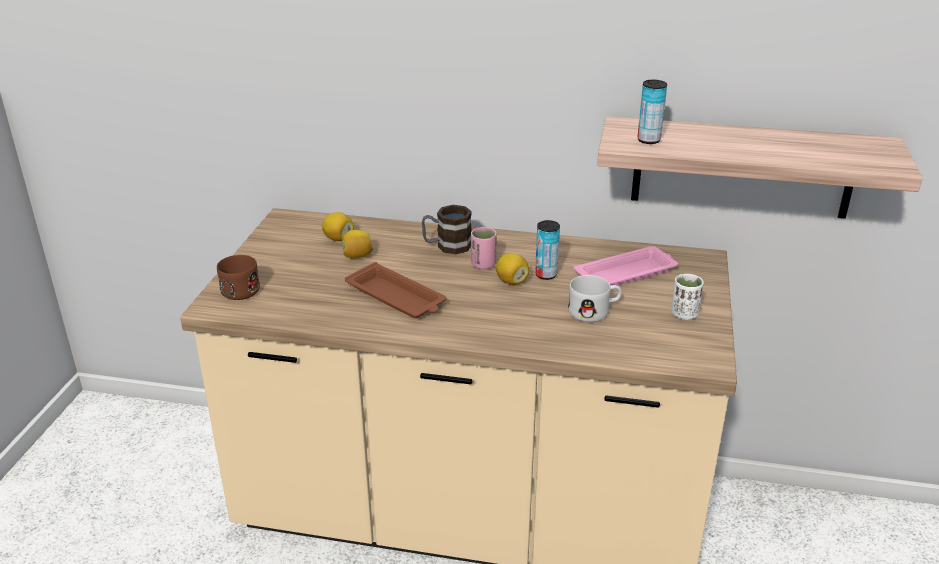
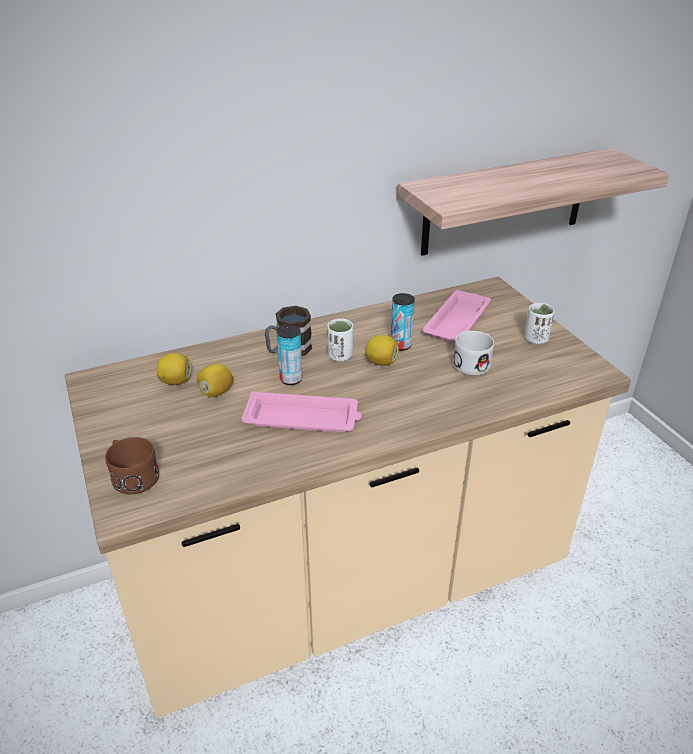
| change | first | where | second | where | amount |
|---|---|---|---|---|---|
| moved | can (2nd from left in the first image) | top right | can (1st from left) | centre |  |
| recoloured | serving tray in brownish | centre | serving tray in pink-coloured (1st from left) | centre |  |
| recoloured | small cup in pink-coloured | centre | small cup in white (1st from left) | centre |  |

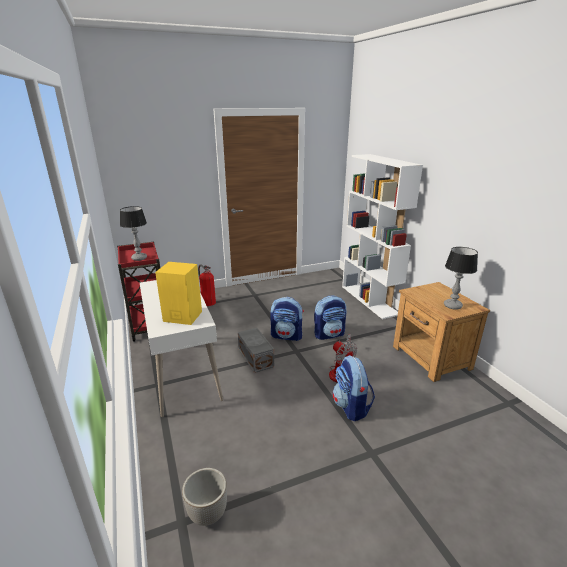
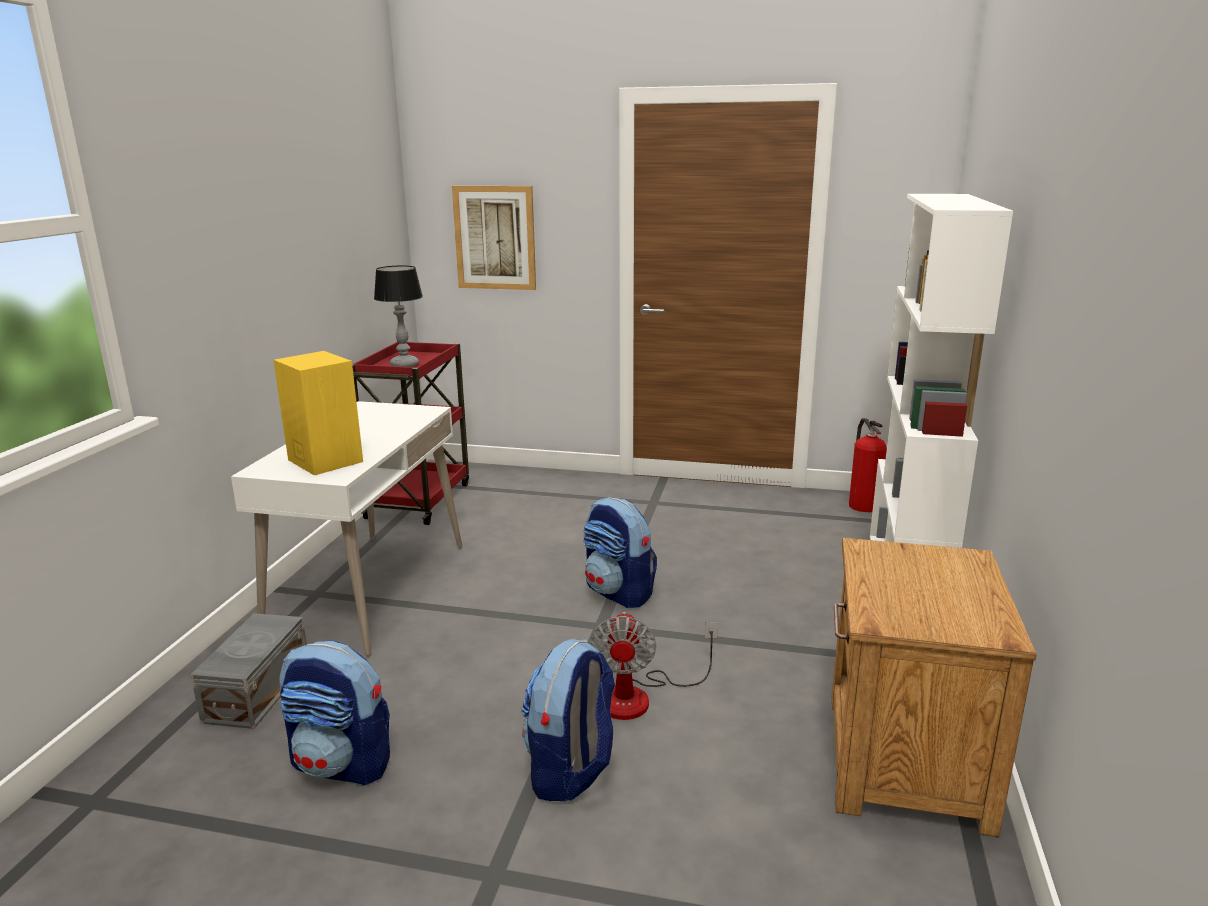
| change | first | where | second | where | amount |
|---|---|---|---|---|---|
| removed | plant pot | bottom centre |  |  |  |
| removed | lamp for a table (2nd from left) | middle right |  |  |  |
| added |  |  | wall art | top centre |  |
| moved | extinguisher | centre |  | middle right |  |
| moved | storage container in greyish | centre |  | bottom left |  |
| moved | rucksack (2nd from left in the first image) | centre | rucksack (1st from left) | bottom left |  |

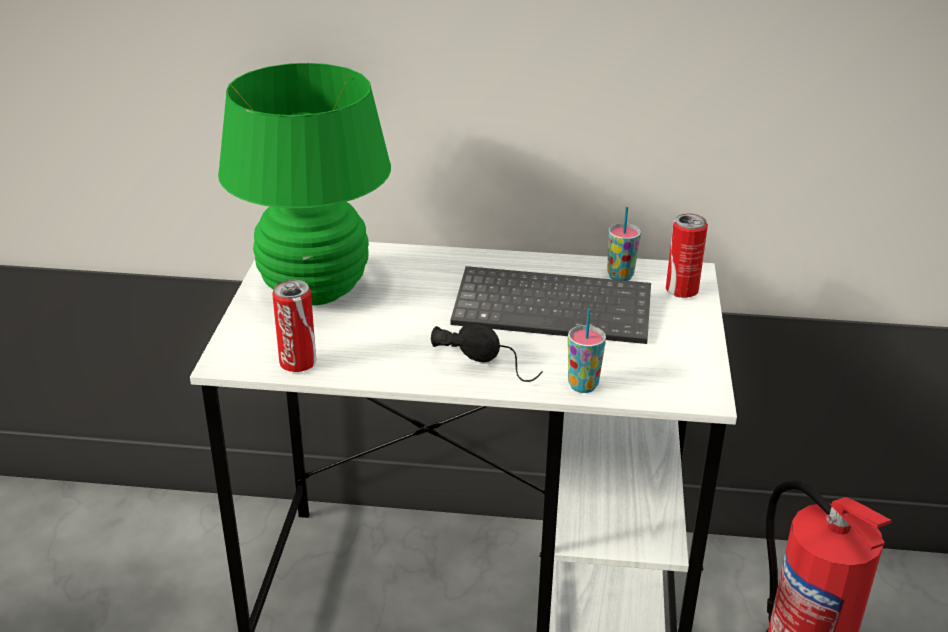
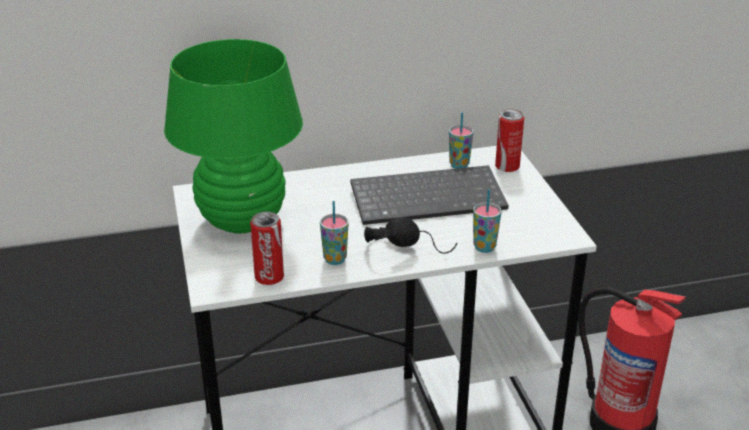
| change | first | where | second | where | amount |
|---|---|---|---|---|---|
| added |  |  | small cup (1st from left) | centre |  |

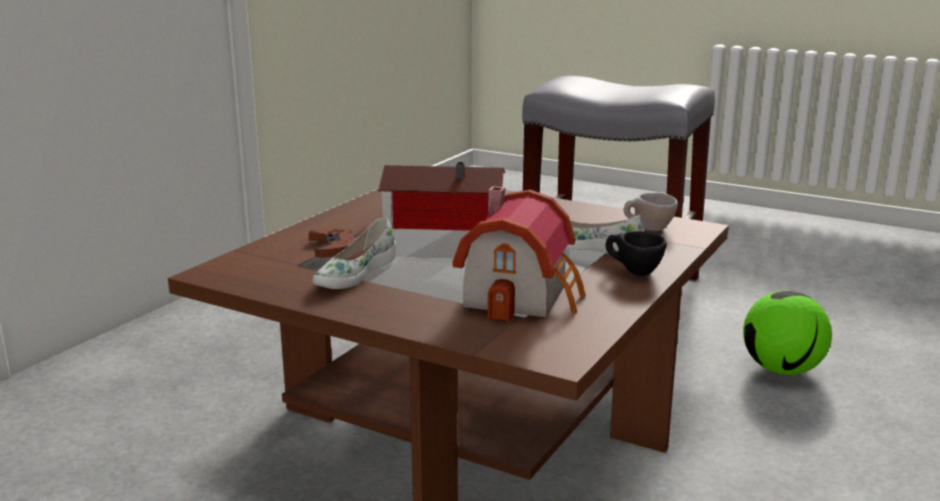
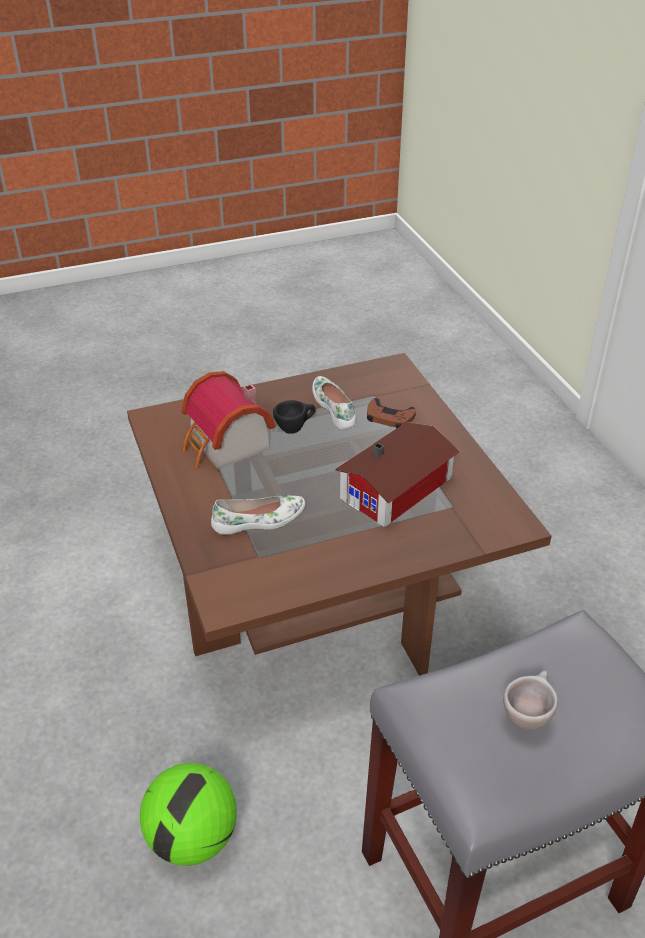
| change | first | where | second | where | amount |
|---|---|---|---|---|---|
| moved | small cup in blackish | middle right |  | centre |  |
| moved | small cup in beige | middle right |  | bottom right |  |

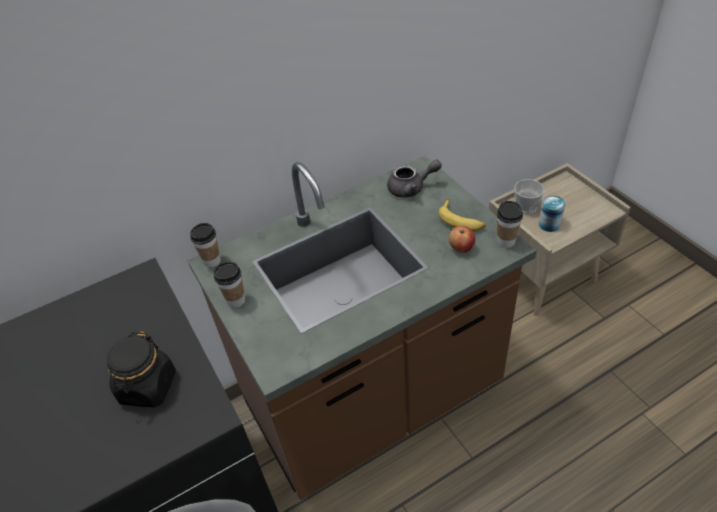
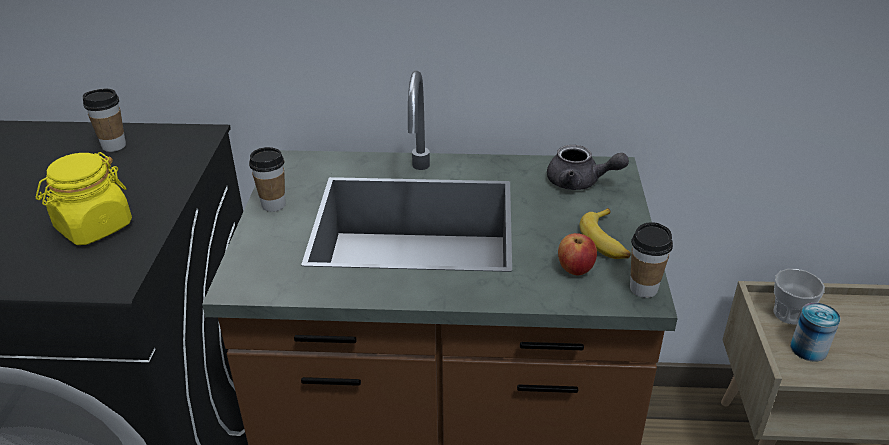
| change | first | where | second | where | amount |
|---|---|---|---|---|---|
| moved | small cup (1st from left) | middle left |  | top left |  |
| recoloured | jar in blackish | bottom left | jar in yellowish | middle left |  |

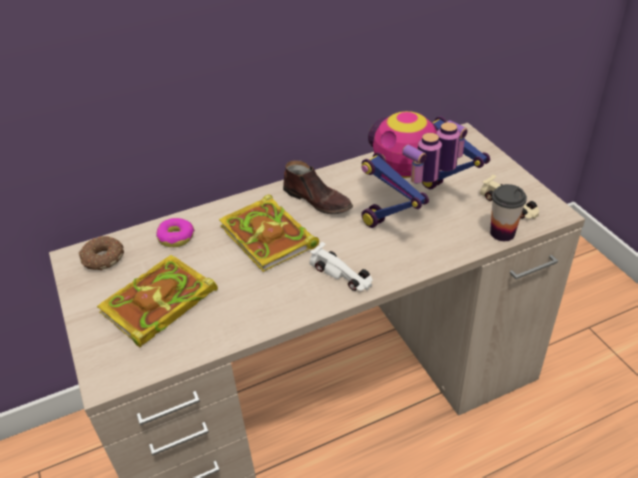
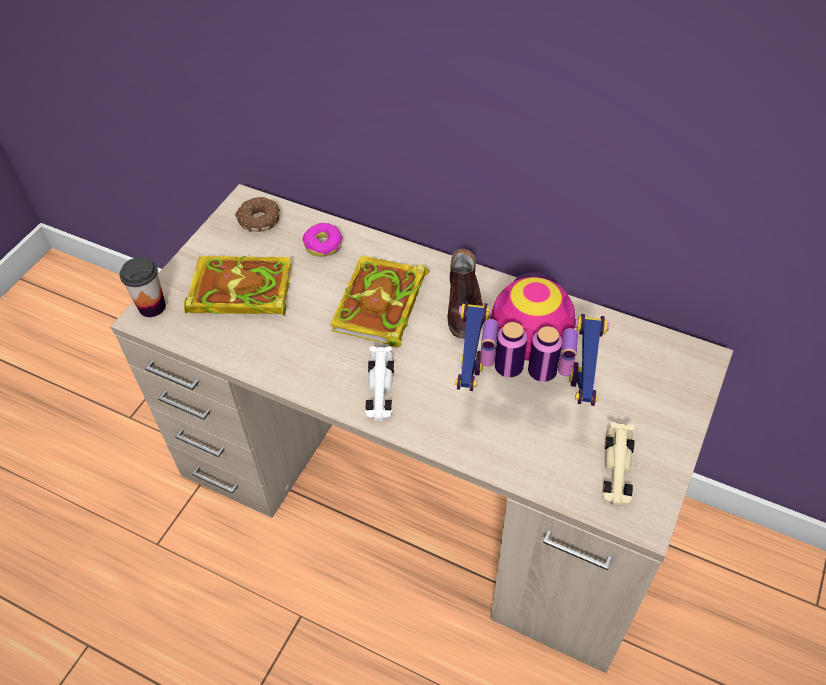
| change | first | where | second | where | amount |
|---|---|---|---|---|---|
| moved | small cup | middle right |  | middle left |  |

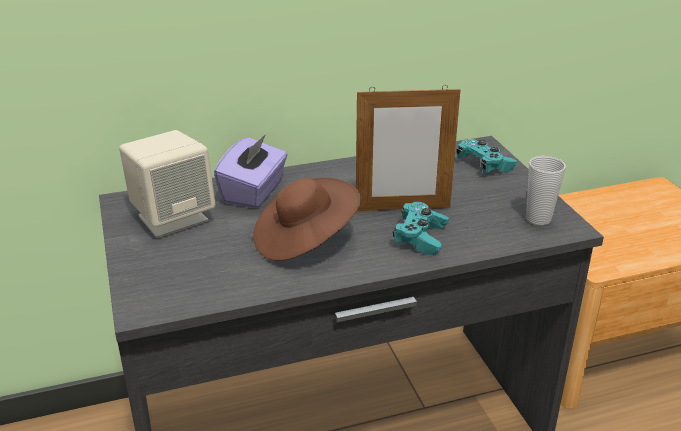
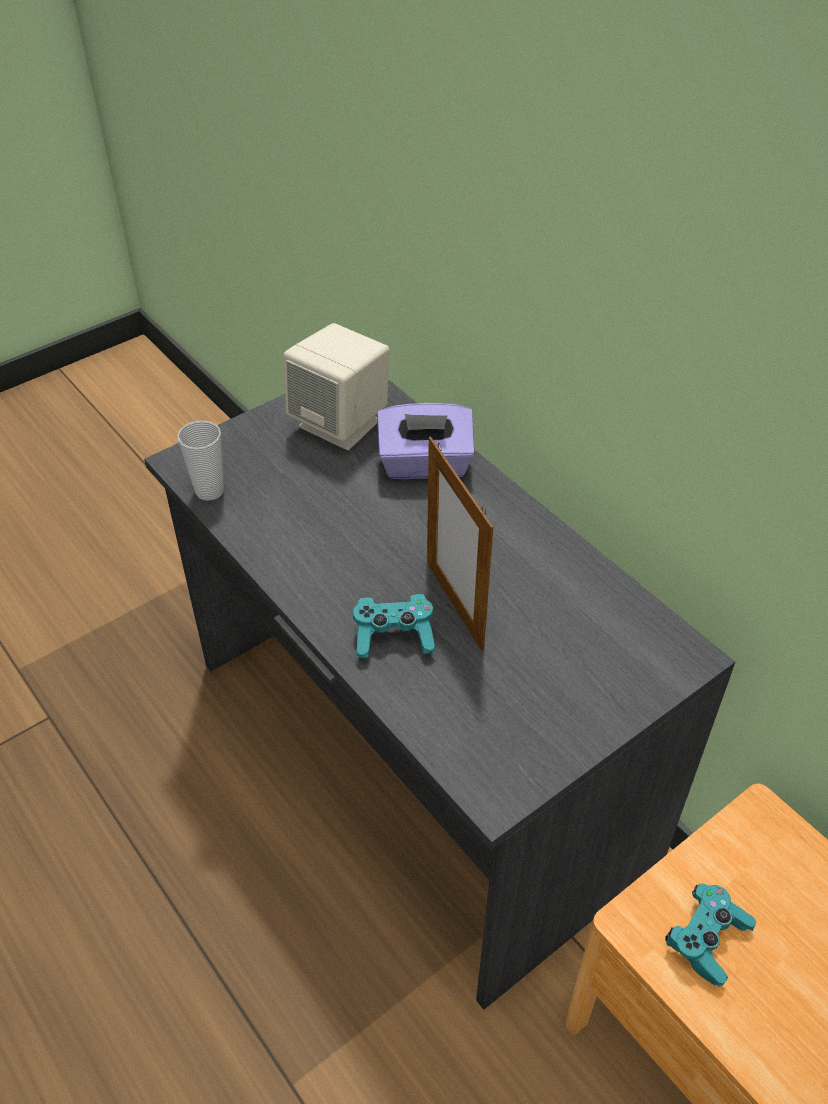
| change | first | where | second | where | amount |
|---|---|---|---|---|---|
| removed | clothing hat in brownish | centre |  |  |  |
| moved | gamepad in blue-green (2nd from left) | middle right |  | bottom right |  |
| moved | small cup | middle right |  | middle left |  |

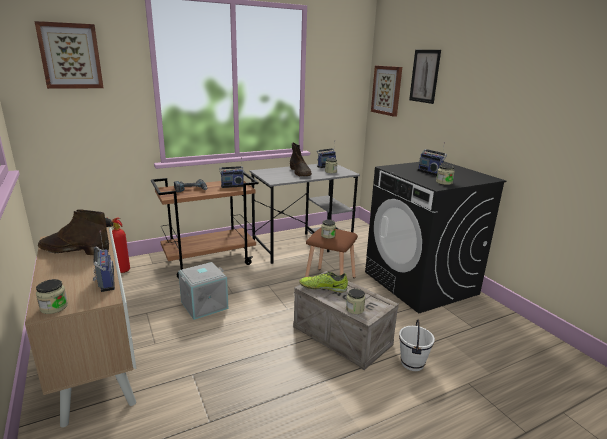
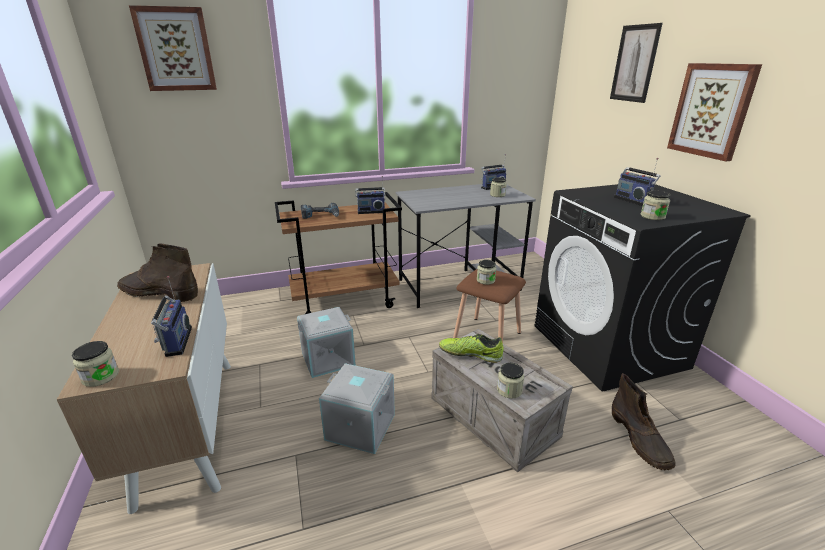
| change | first | where | second | where | amount |
|---|---|---|---|---|---|
| removed | extinguisher | middle left |  |  |  |
| removed | bucket in white | bottom right |  |  |  |
| added |  |  | storage container in greyish (2nd from left) | bottom centre |  |
| moved | tall boot in brownish (2nd from left) | centre |  | bottom right |  |
| moved | wall art (2nd from left in the first image) | top centre | wall art (3rd from left) | top right |  |

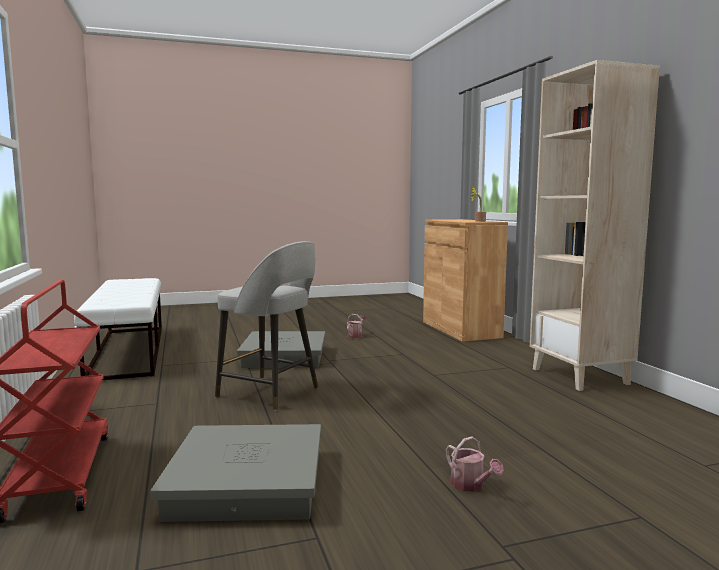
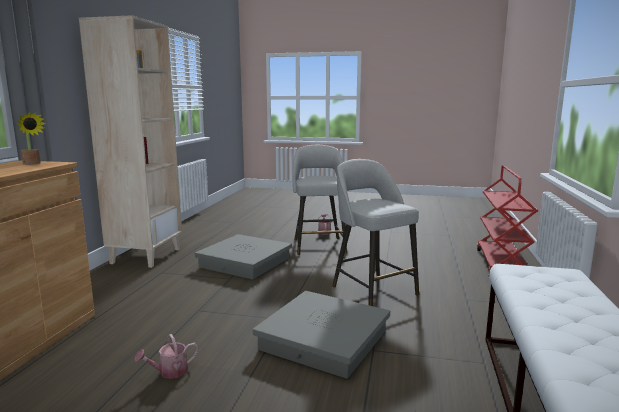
| change | first | where | second | where | amount |
|---|---|---|---|---|---|
| added |  |  | sitting stool in greyish (1st from left) | centre |  |
| moved | storage container in greyish (1st from left) | bottom left |  | centre |  |

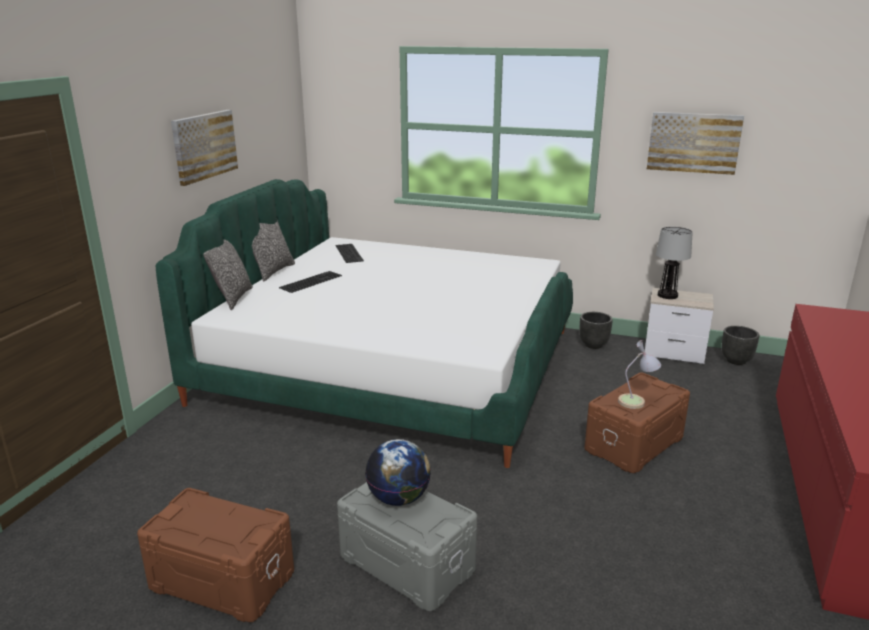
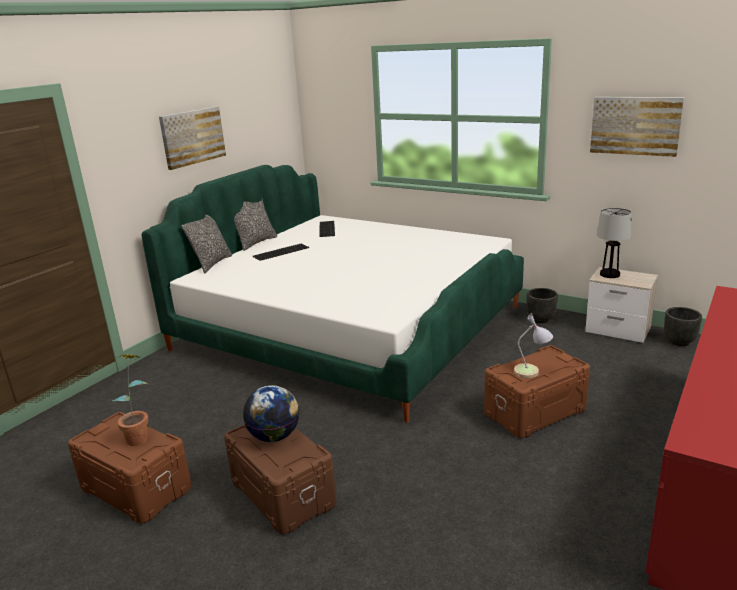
| change | first | where | second | where | amount |
|---|---|---|---|---|---|
| added |  |  | plant in a pot | bottom left |  |
| recoloured | storage container in greyish | bottom centre | storage container in brownish (2nd from left) | bottom centre |  |

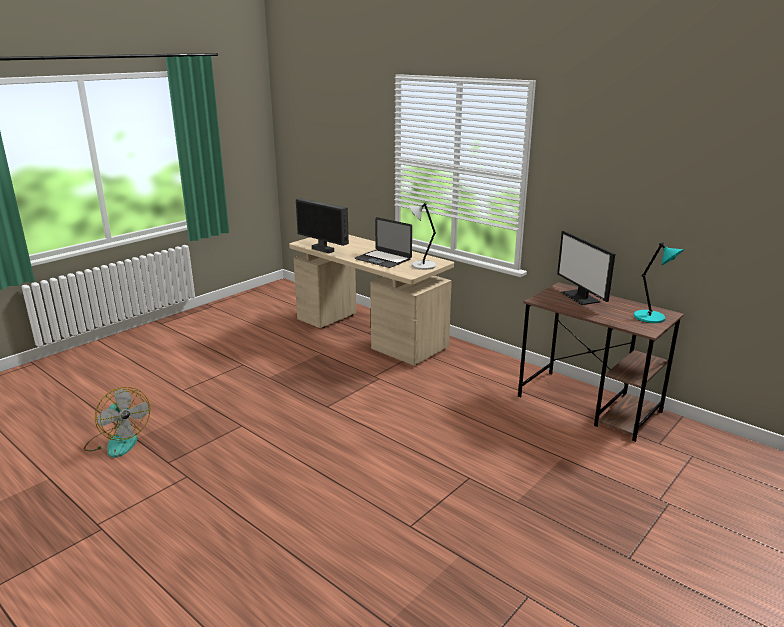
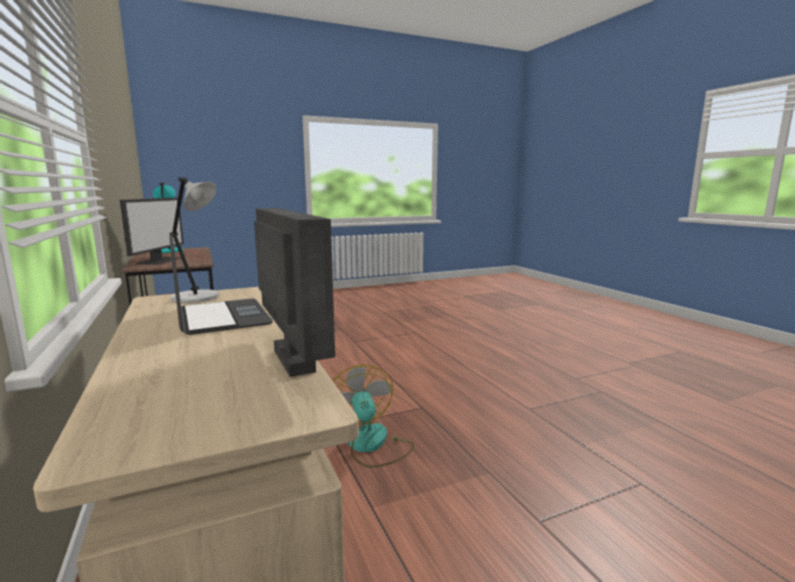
| change | first | where | second | where | amount |
|---|---|---|---|---|---|
| moved | electric fan | bottom left |  | bottom centre |  |

